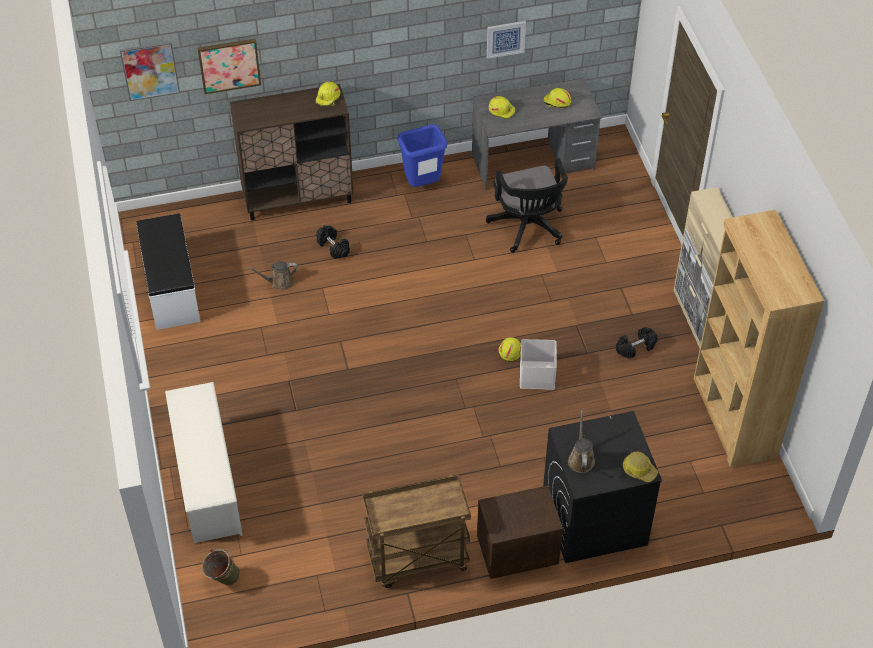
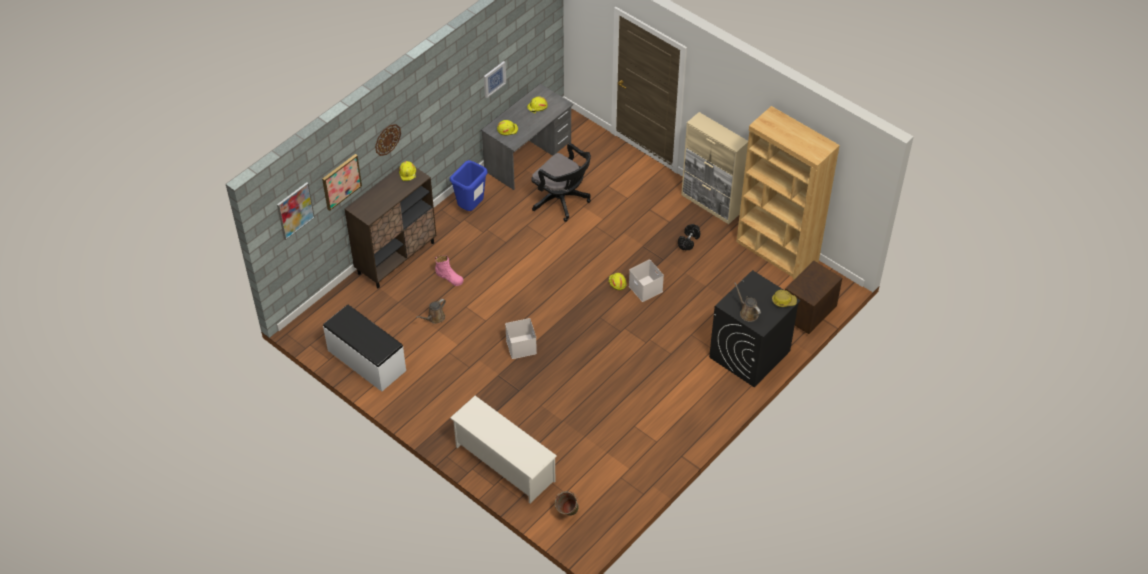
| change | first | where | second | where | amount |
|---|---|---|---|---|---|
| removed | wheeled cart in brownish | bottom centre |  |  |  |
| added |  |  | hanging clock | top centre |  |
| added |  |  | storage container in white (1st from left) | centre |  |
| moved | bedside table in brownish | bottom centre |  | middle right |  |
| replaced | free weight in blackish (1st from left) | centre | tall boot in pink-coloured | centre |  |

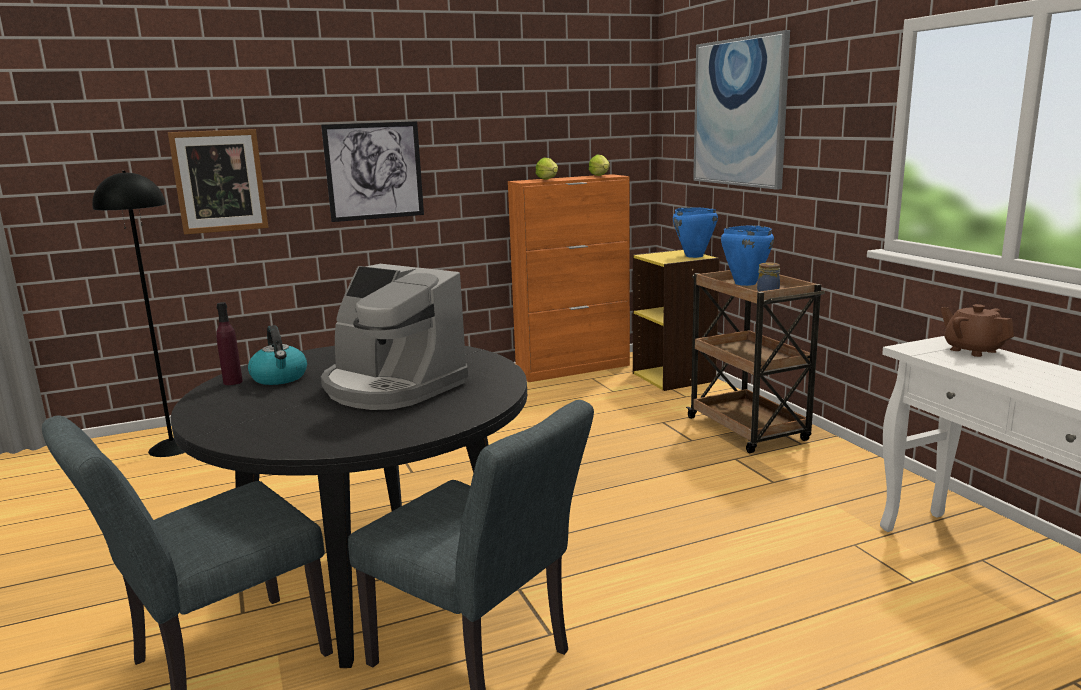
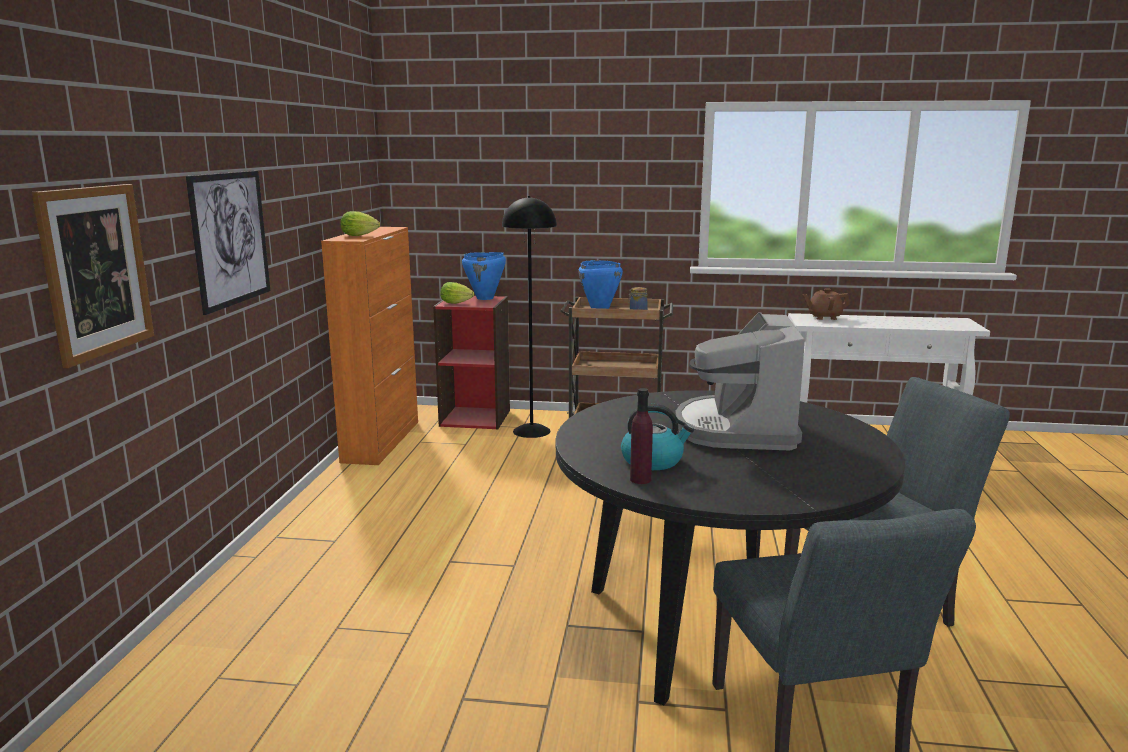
| change | first | where | second | where | amount |
|---|---|---|---|---|---|
| removed | wall art (3rd from left) | top right |  |  |  |
| moved | floor lamp in blackish | middle left |  | centre |  |
| moved | lettuce head (2nd from left) | top centre |  | centre |  |
| recoloured | bookshelf in yellowish | centre | bookshelf in red-coloured | centre |  |
| turned | coffee machine | centre |  | centre | 120 degrees clockwise |

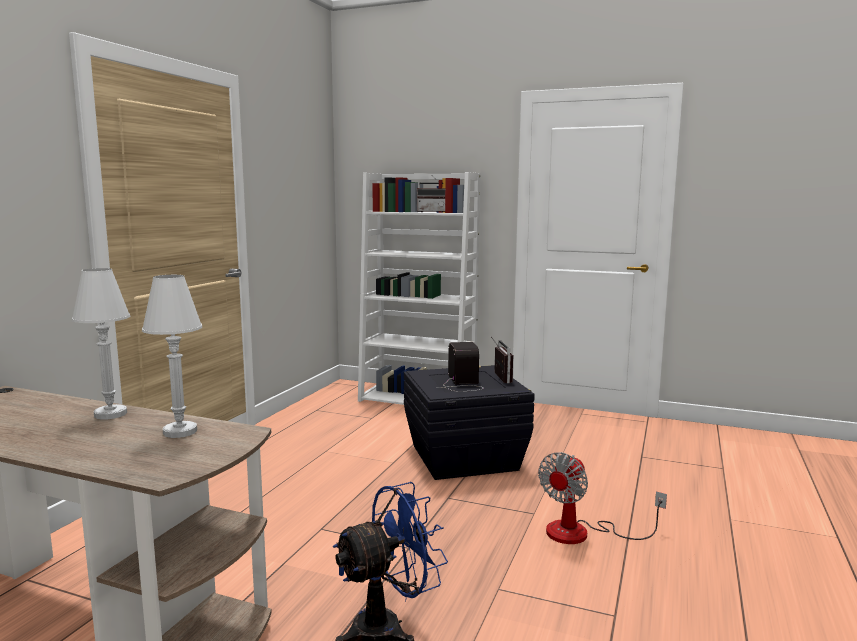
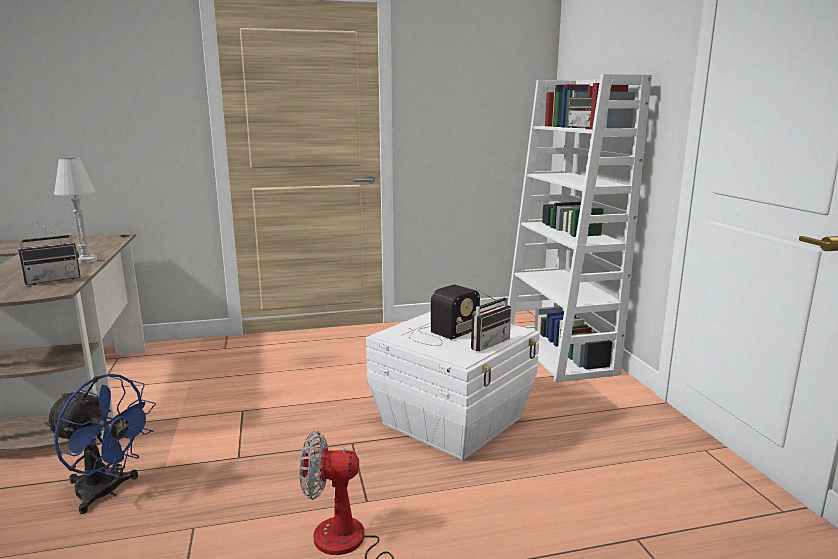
| change | first | where | second | where | amount |
|---|---|---|---|---|---|
| replaced | lamp for a table in white (2nd from left) | middle left | radio (1st from left) | middle left |  |
| recoloured | storage container in blackish | centre | storage container in white | bottom centre |  |

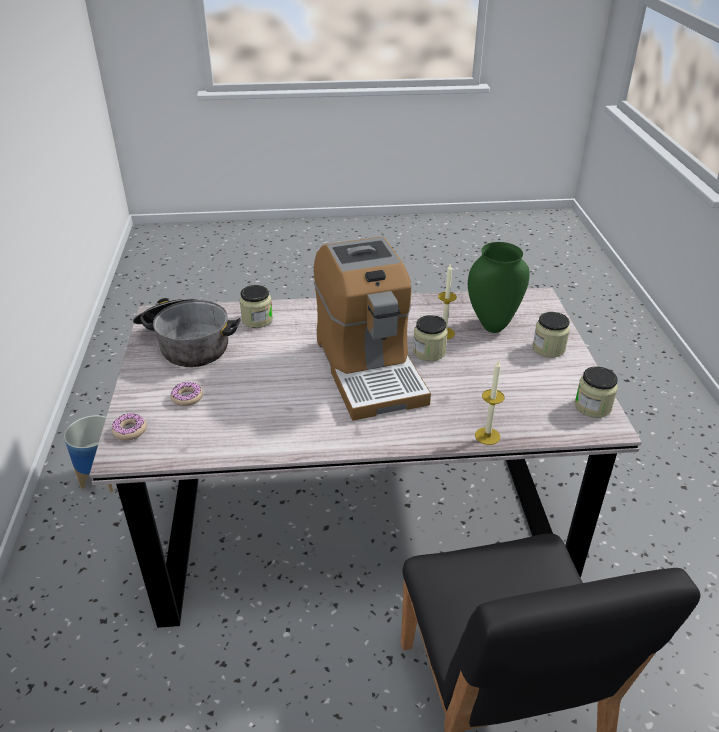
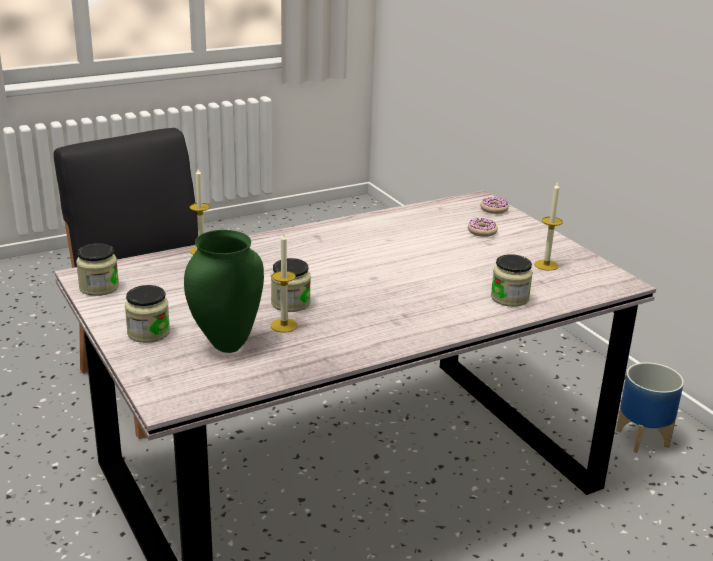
| change | first | where | second | where | amount |
|---|---|---|---|---|---|
| removed | coffee machine | centre |  |  |  |
| replaced | cooking pot | middle left | wax light (3rd from left) | middle right |  |

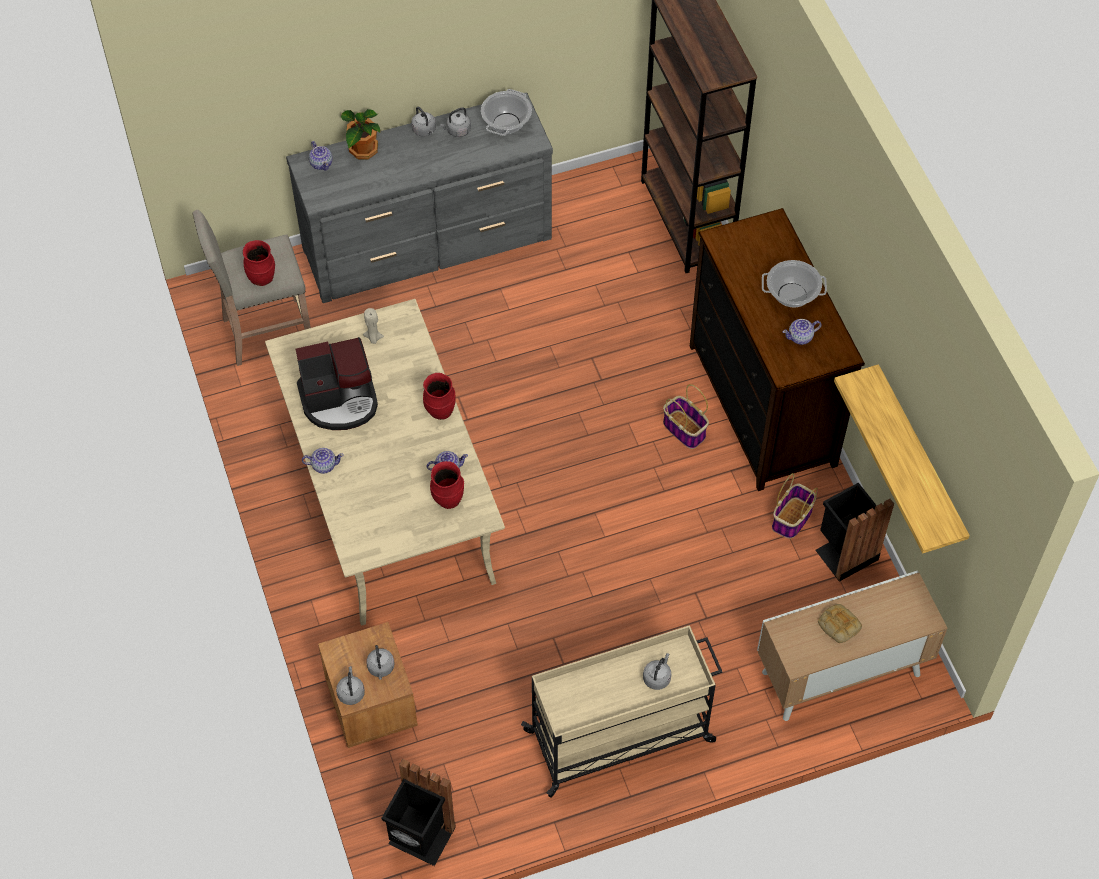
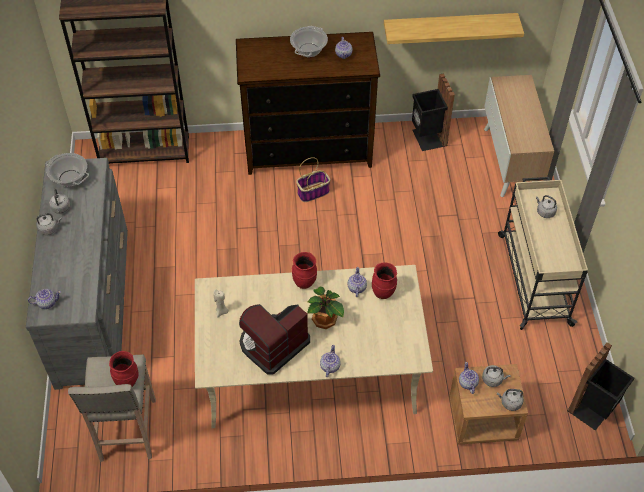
| change | first | where | second | where | amount |
|---|---|---|---|---|---|
| removed | storage basket (2nd from left) | middle right |  |  |  |
| removed | baked bread | bottom right |  |  |  |
| added |  |  | tea pot (5th from left) | bottom right |  |
| moved | plant in a pot | top left |  | centre |  |
| turned | coffee machine | middle left |  | bottom centre | 135 degrees counterclockwise |

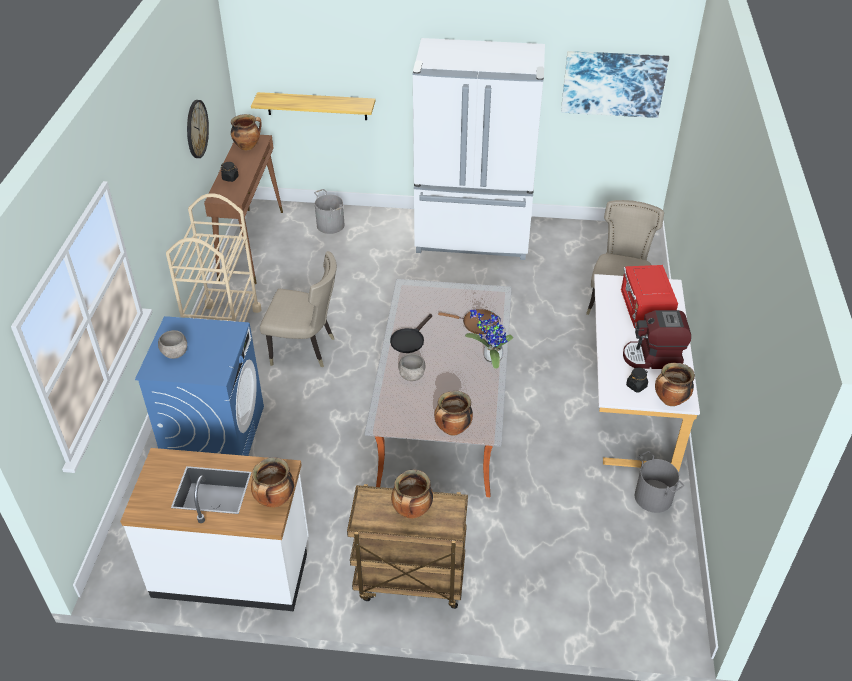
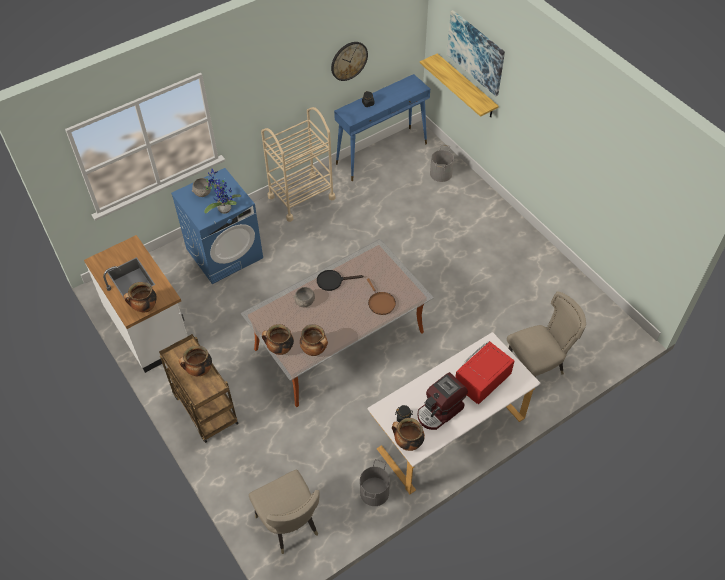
| change | first | where | second | where | amount |
|---|---|---|---|---|---|
| removed | fridge in white | top centre |  |  |  |
| moved | cooking pot (1st from left in the first image) | top left | cooking pot (4th from left) | centre |  |
| moved | plain chair in beige (1st from left) | centre |  | bottom centre |  |
| moved | plant in a pot | centre |  | top left |  |
| moved | wall art | top right |  | top centre |  |
| recoloured | console table in brownish | top left | console table in bluish | top centre |  |
| turned | coffee machine | middle right |  | bottom centre | 90 degrees counterclockwise |

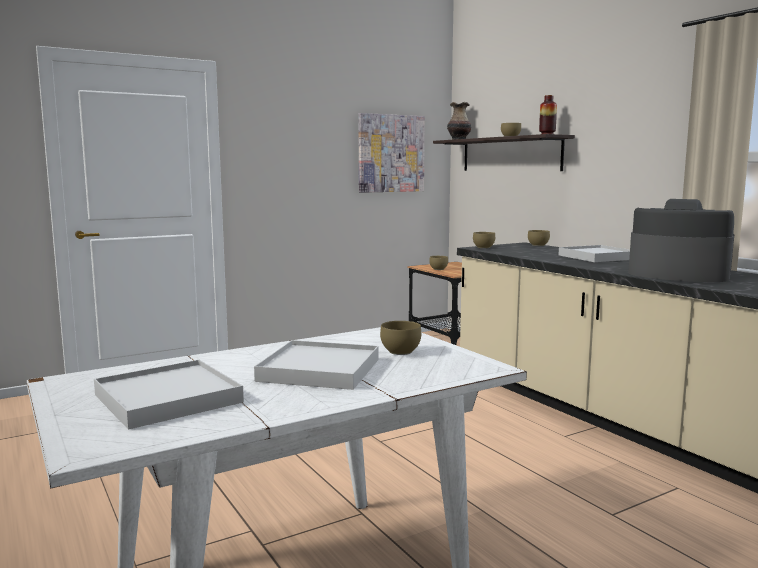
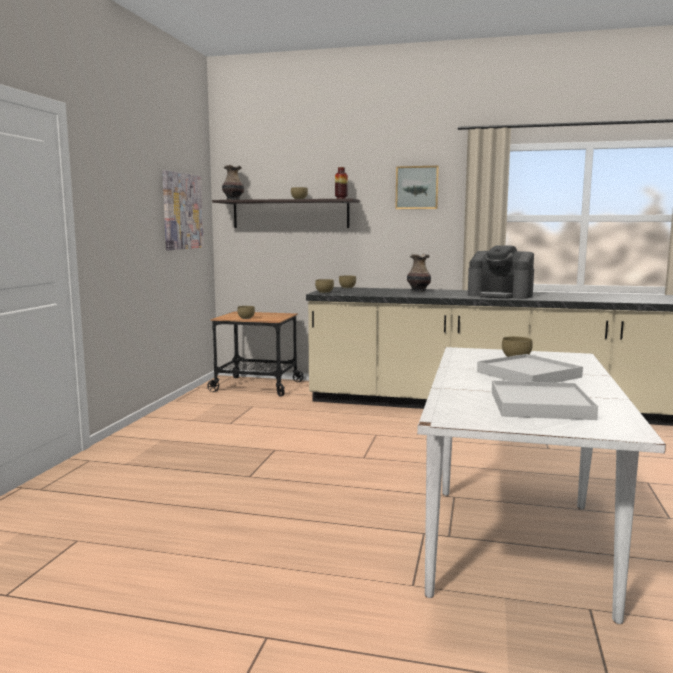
| change | first | where | second | where | amount |
|---|---|---|---|---|---|
| added |  |  | wall art (2nd from left) | top centre |  |
| replaced | serving tray in white (3rd from left) | middle right | flower vase (3rd from left) | centre |  |
| turned | coffee machine | middle right |  | middle right | 135 degrees counterclockwise |

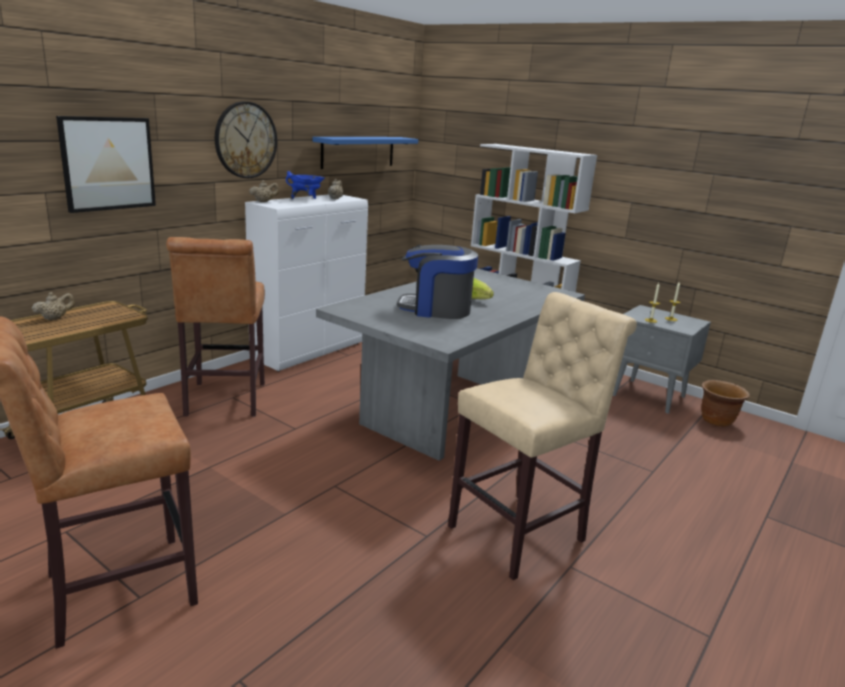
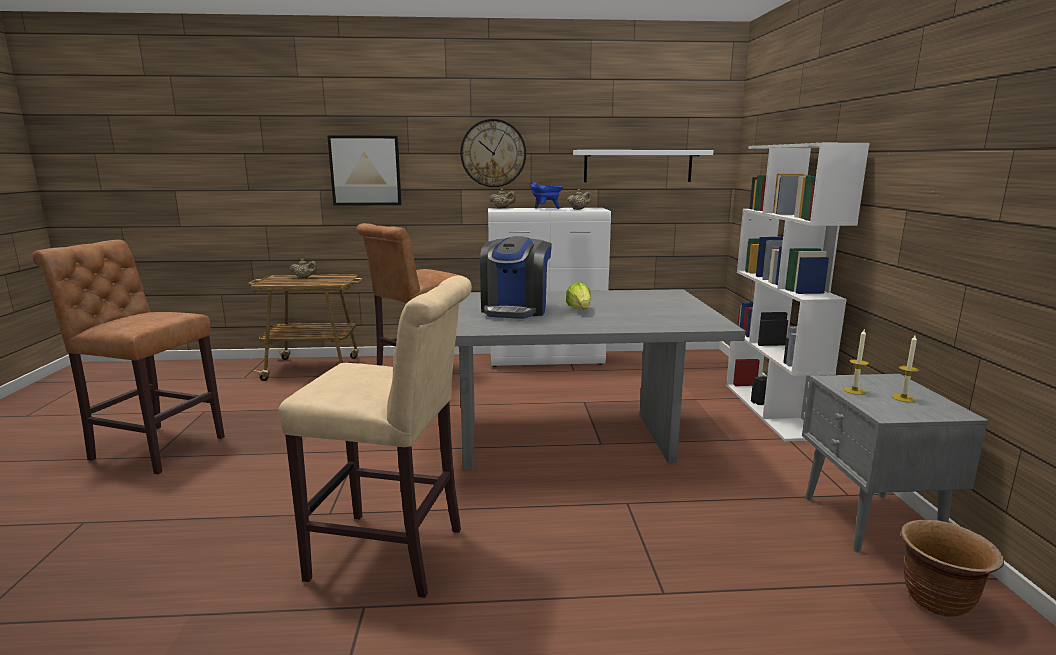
| change | first | where | second | where | amount |
|---|---|---|---|---|---|
| recoloured | shelf in bluish | top centre | shelf in white | top centre |  |
| turned | coffee machine | centre |  | centre | 135 degrees counterclockwise |

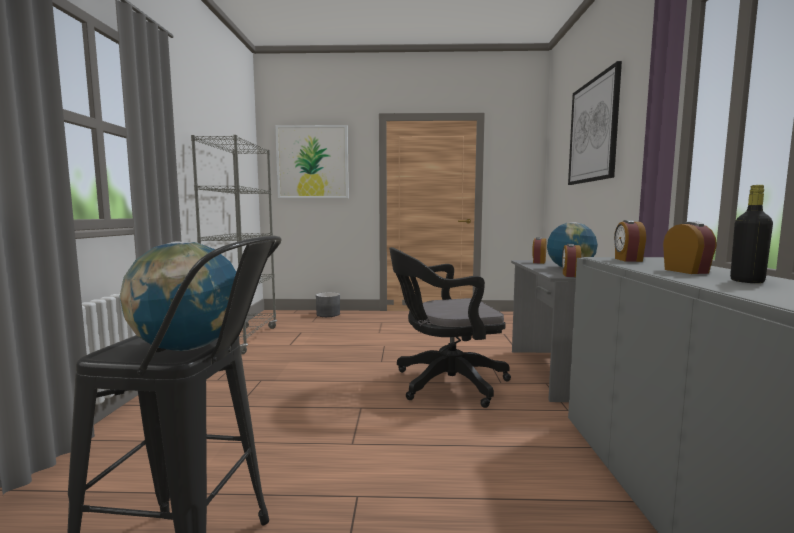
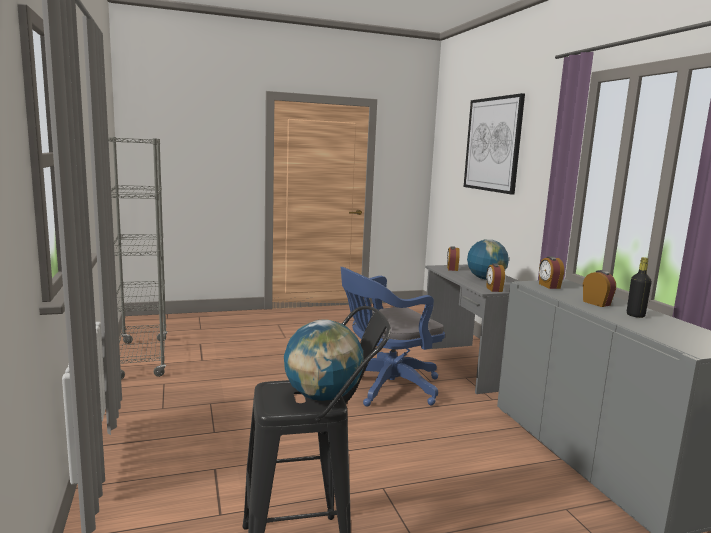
| change | first | where | second | where | amount |
|---|---|---|---|---|---|
| removed | wall art (1st from left) | top centre |  |  |  |
| removed | plant pot in greyish | centre |  |  |  |
| recoloured | computer chair in blackish | centre | computer chair in bluish | centre |  |

